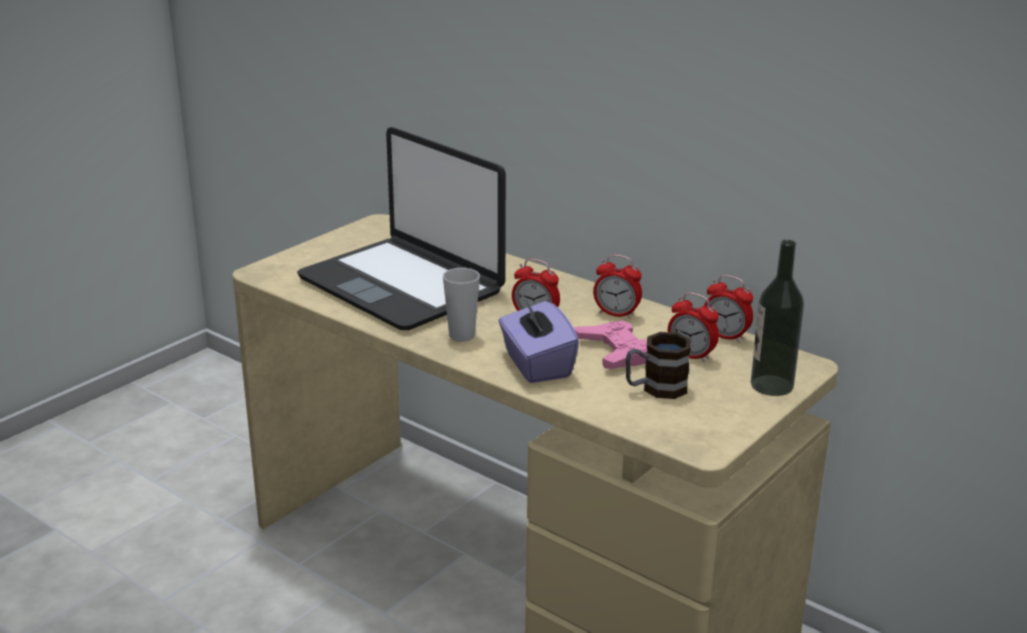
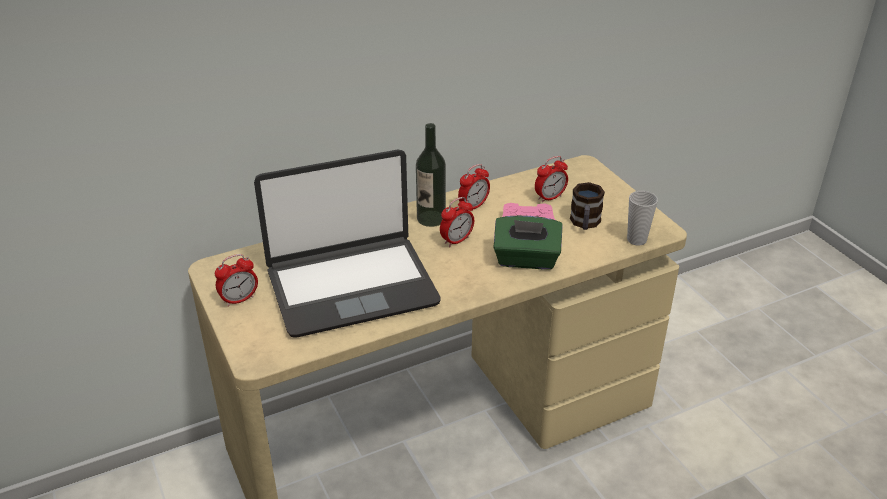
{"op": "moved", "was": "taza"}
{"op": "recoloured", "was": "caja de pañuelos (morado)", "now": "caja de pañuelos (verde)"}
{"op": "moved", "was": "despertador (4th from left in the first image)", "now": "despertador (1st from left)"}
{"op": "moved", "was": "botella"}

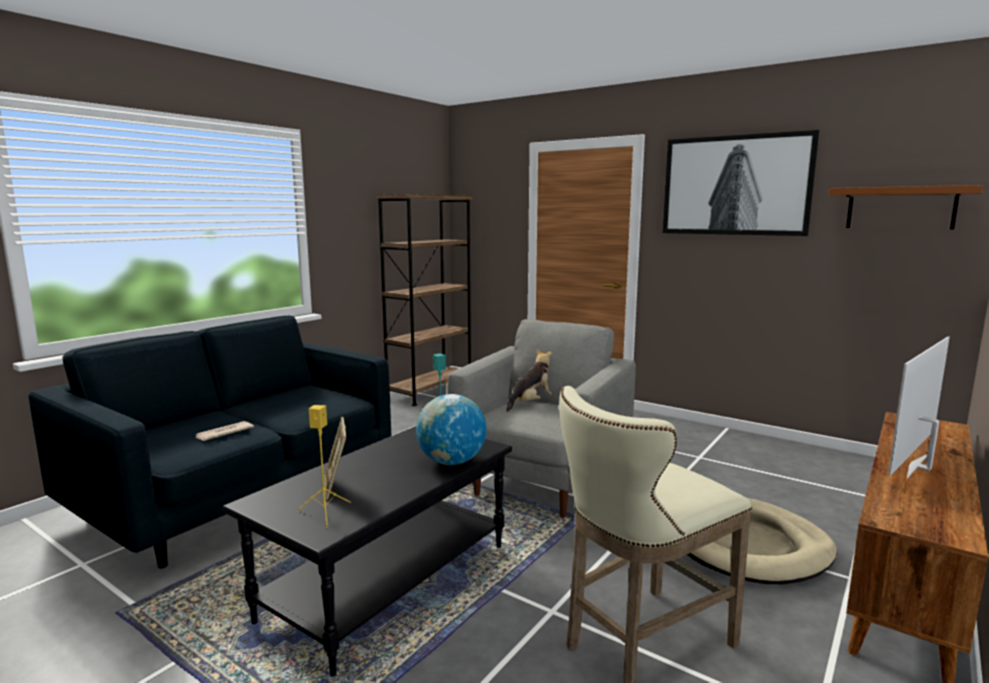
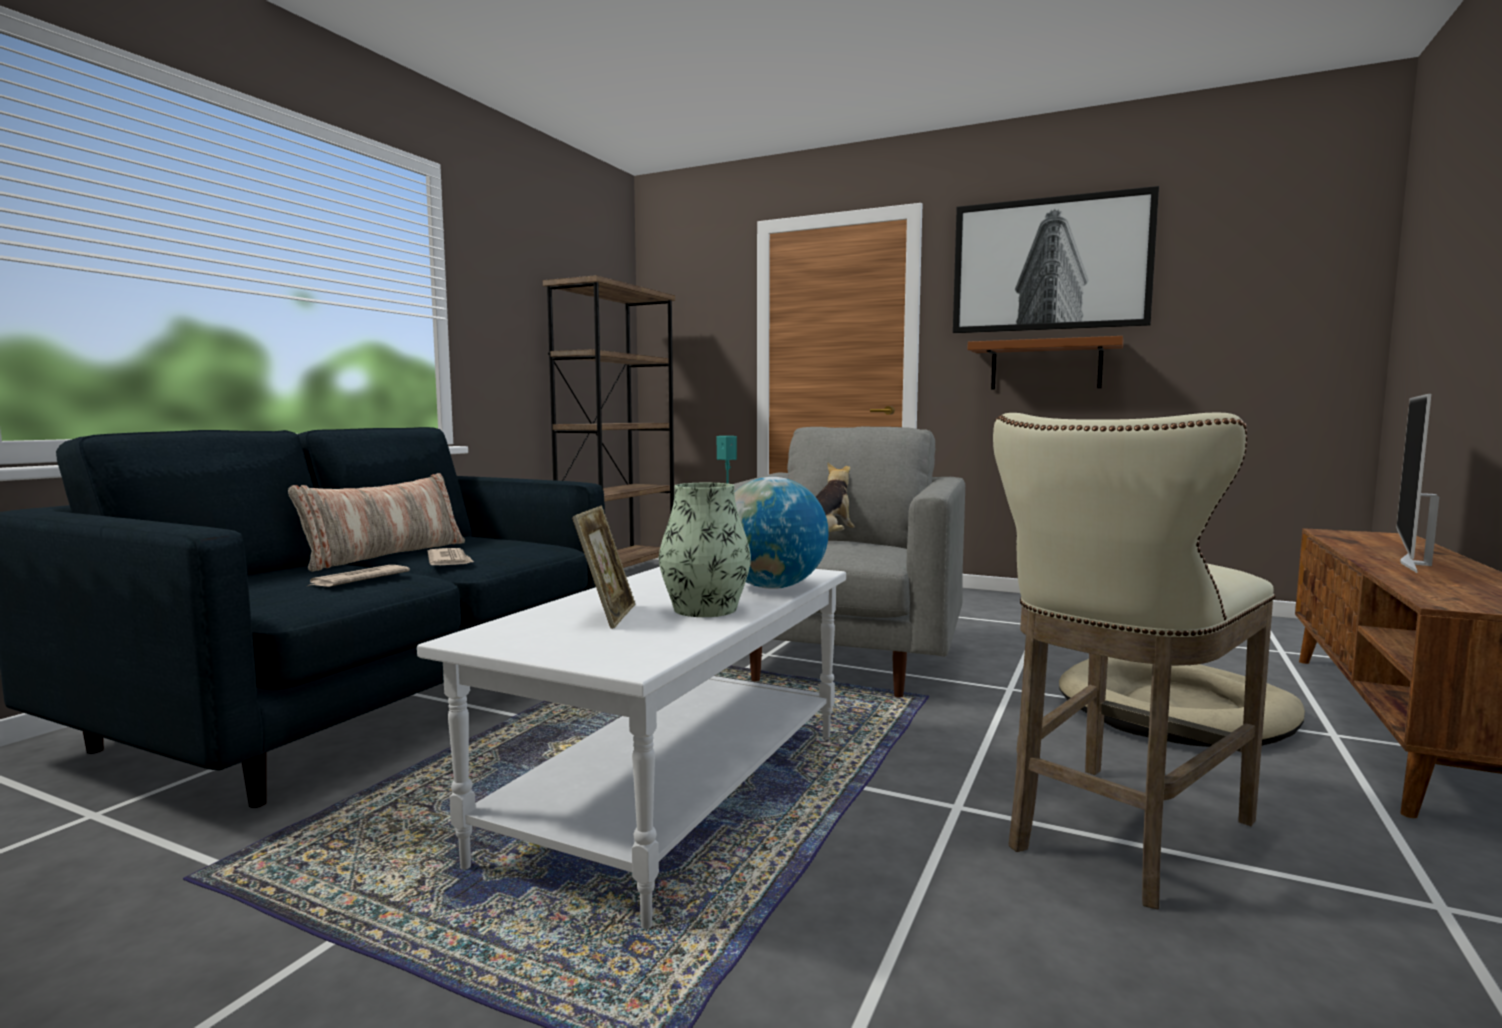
{"op": "recoloured", "was": "mesa de centro (negro)", "now": "mesa de centro (blanco)"}
{"op": "removed", "was": "altavoz (amarillo)"}
{"op": "turned", "was": "portarretratos", "clockwise": -150}
{"op": "moved", "was": "estante (marrón)"}
{"op": "added", "now": "cojín"}
{"op": "added", "now": "periódico (2nd from left)"}
{"op": "added", "now": "florero"}

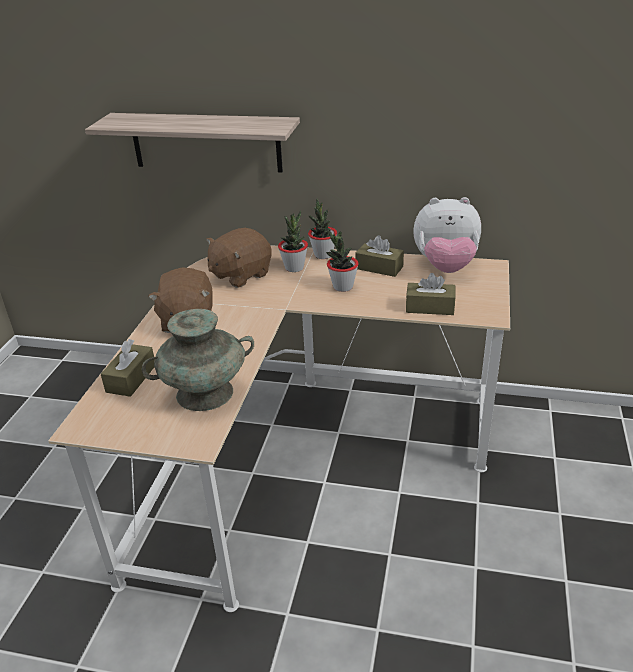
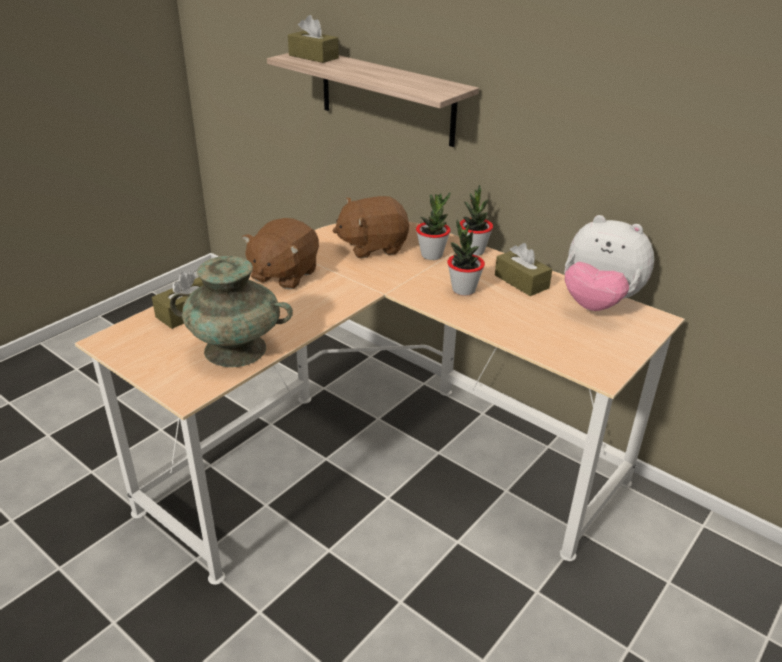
{"op": "moved", "was": "caja de pañuelos (marrón) (3rd from left in the first image)", "now": "caja de pañuelos (marrón) (2nd from left)"}

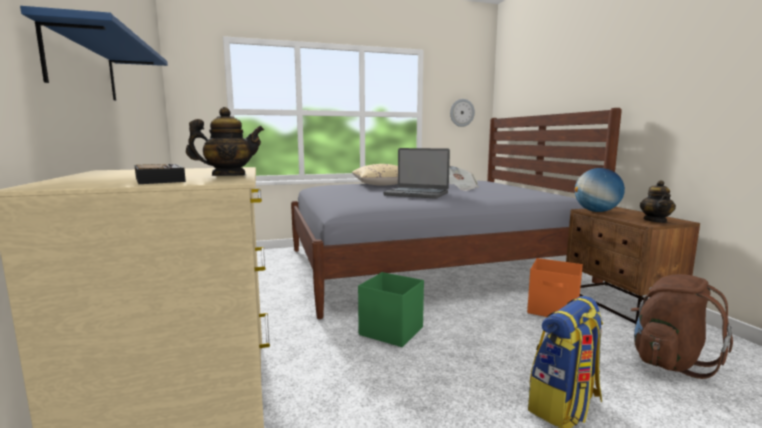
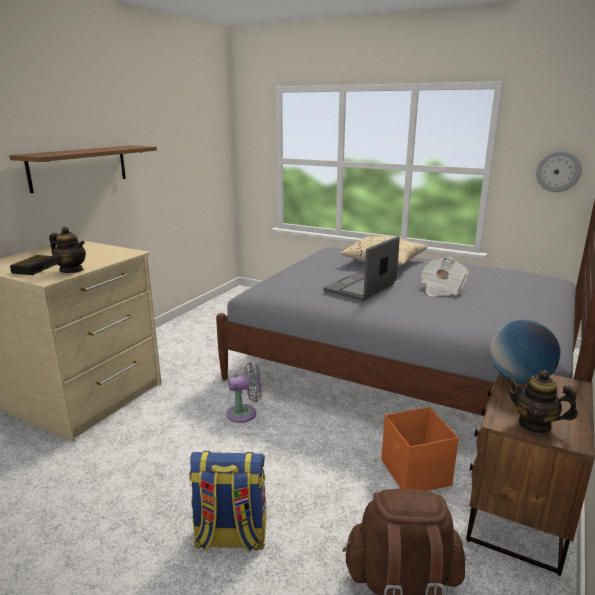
{"op": "recoloured", "was": "estante (azul)", "now": "estante (marrón)"}
{"op": "replaced", "was": "caja de almacenaje (verde)", "now": "ventilador (gris)"}
{"op": "turned", "was": "portátil", "clockwise": 60}
{"op": "turned", "was": "tetera (2nd from left)", "clockwise": 60}

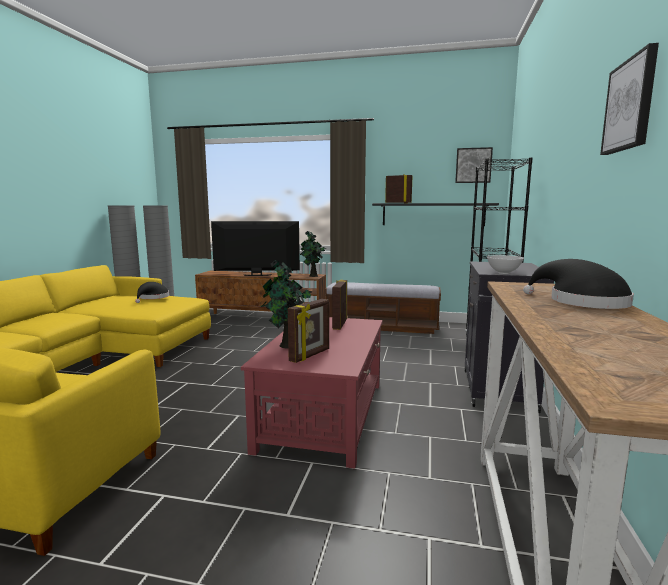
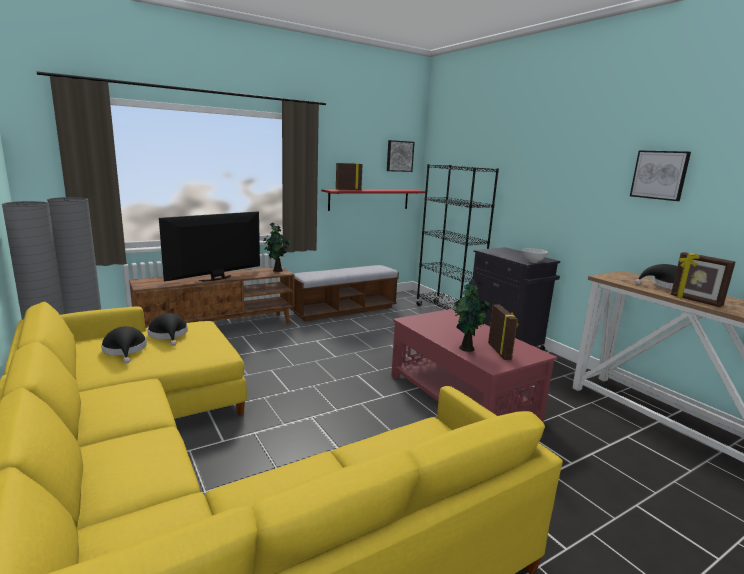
{"op": "moved", "was": "portarretratos (2nd from left in the first image)", "now": "portarretratos (3rd from left)"}
{"op": "recoloured", "was": "estante (negro)", "now": "estante (rojo)"}
{"op": "added", "now": "sombrero (negro) (1st from left)"}

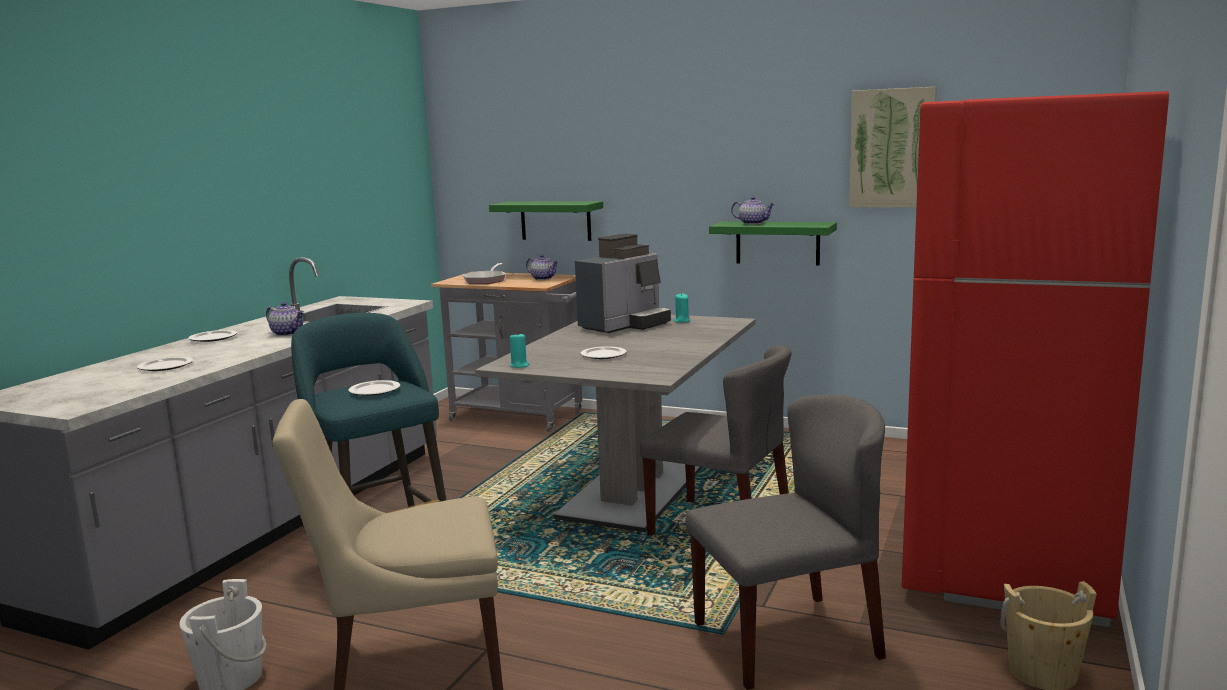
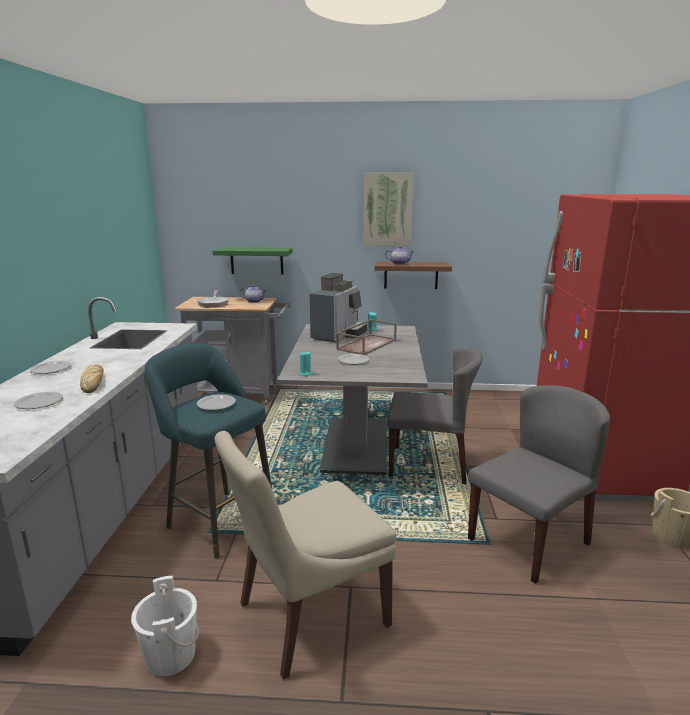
{"op": "removed", "was": "tetera (1st from left)"}
{"op": "recoloured", "was": "estante (verde) (2nd from left)", "now": "estante (marrón)"}
{"op": "moved", "was": "cuadro"}
{"op": "added", "now": "pan"}
{"op": "added", "now": "bandeja (marrón)"}

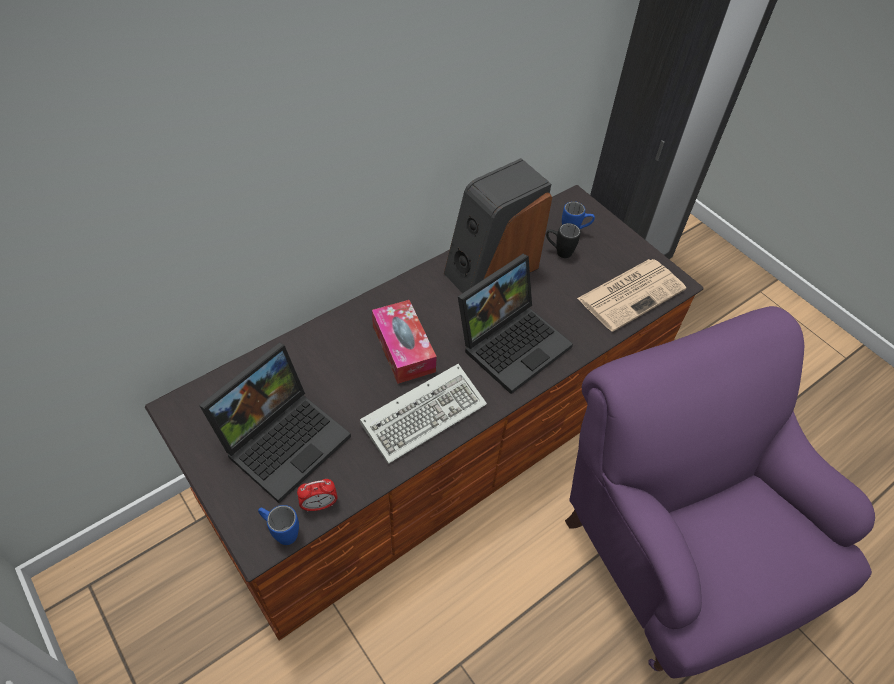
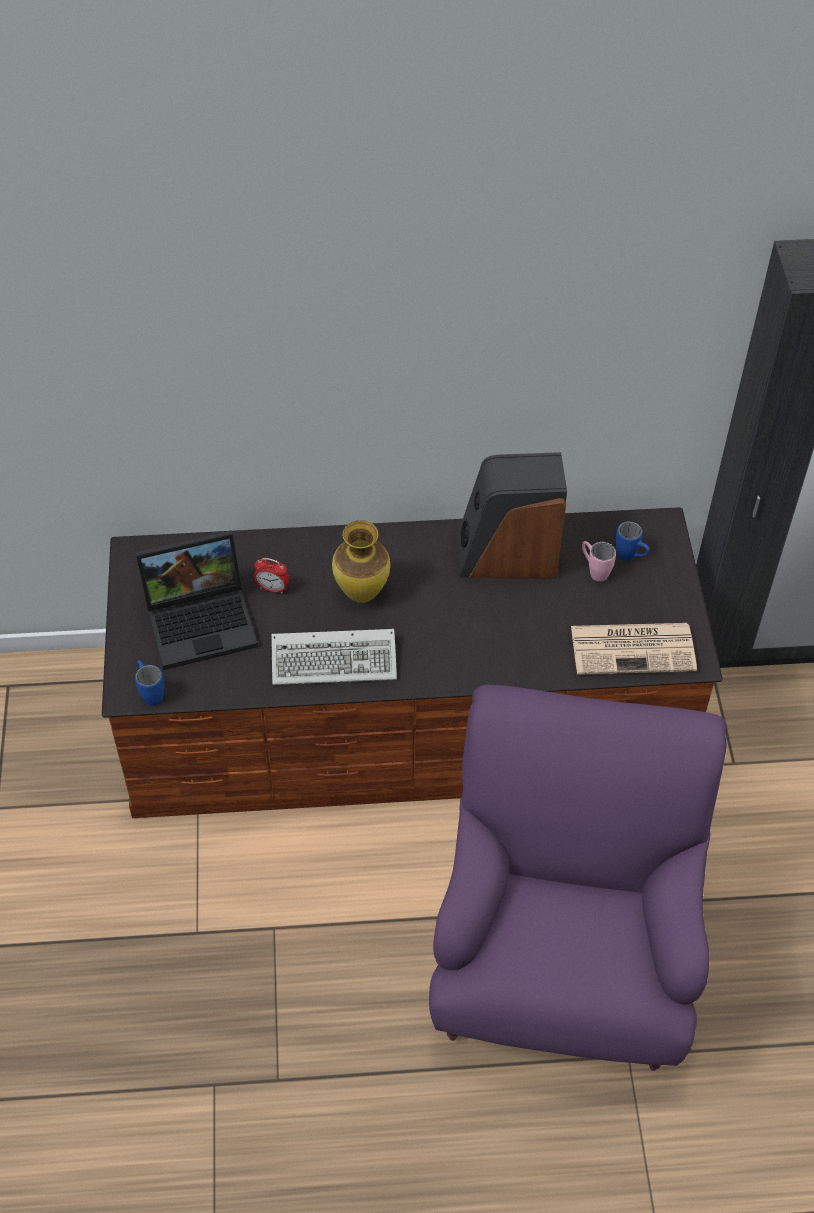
{"op": "moved", "was": "despertador"}
{"op": "replaced", "was": "caja de pañuelos", "now": "florero"}
{"op": "removed", "was": "portátil (2nd from left)"}
{"op": "recoloured", "was": "taza grande (negro)", "now": "taza grande (rosa)"}

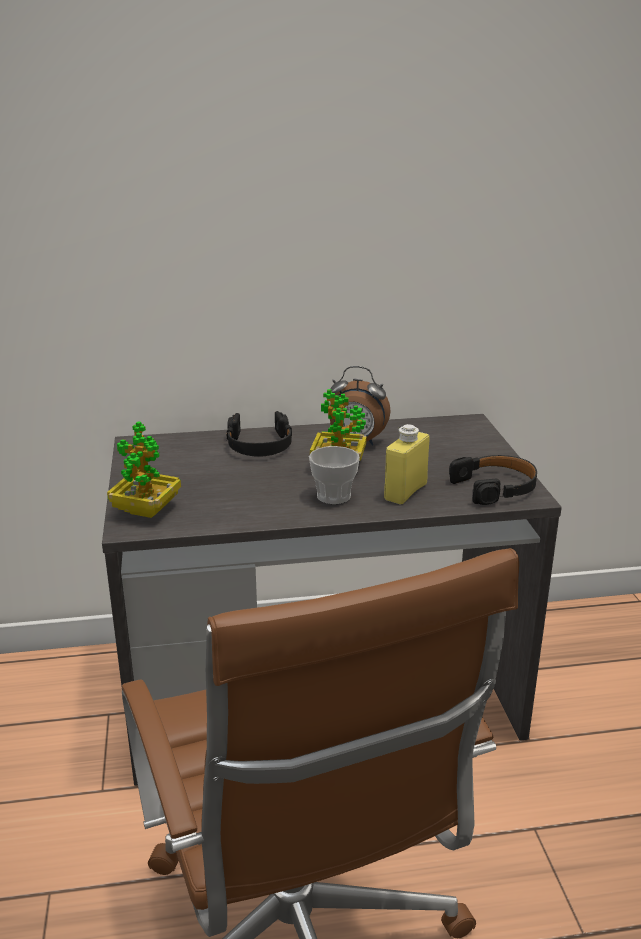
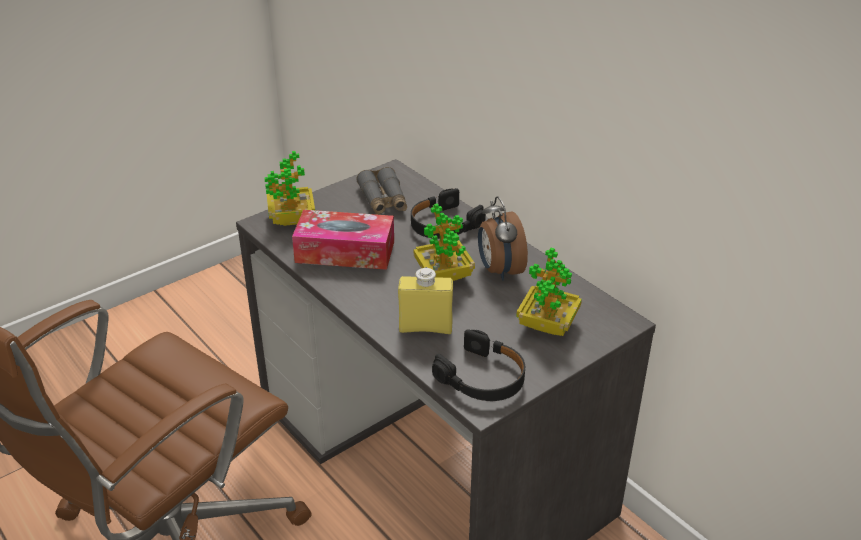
{"op": "removed", "was": "taza"}
{"op": "added", "now": "caja de pañuelos"}
{"op": "added", "now": "prismáticos (gris)"}
{"op": "added", "now": "planta en maceta (3rd from left)"}

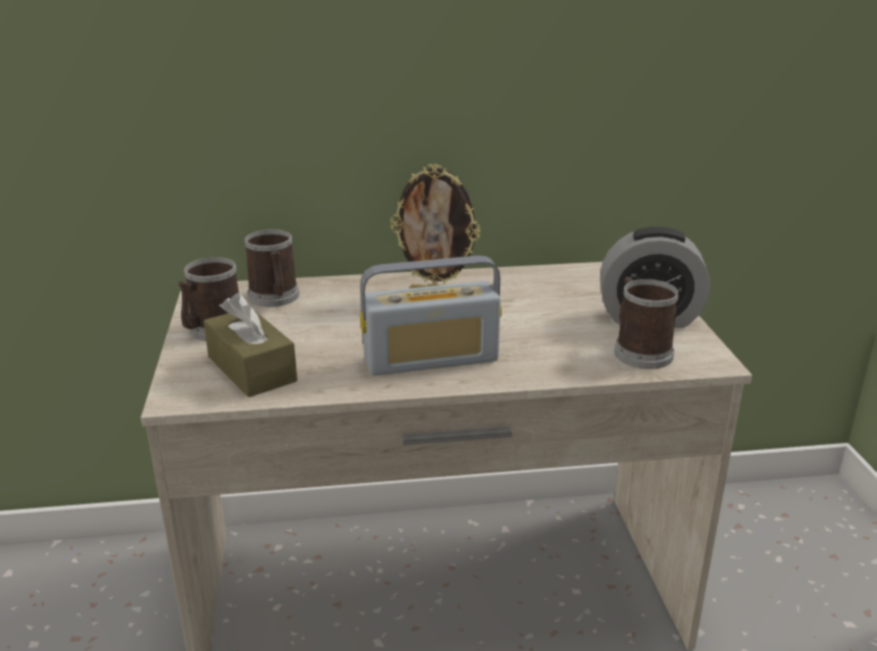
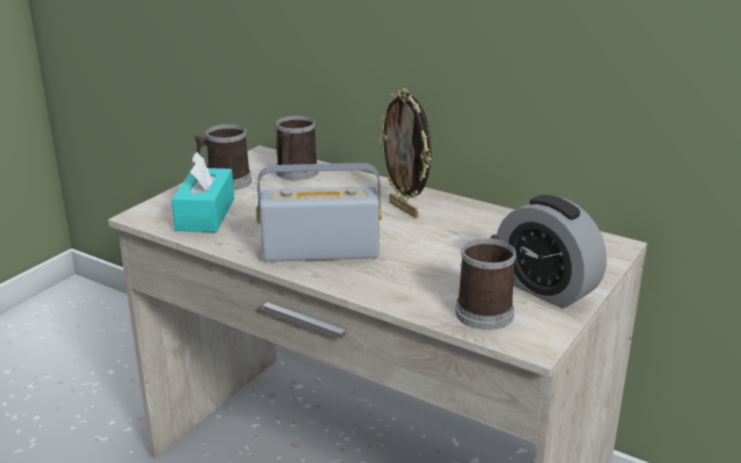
{"op": "recoloured", "was": "caja de pañuelos (marrón)", "now": "caja de pañuelos (turquesa)"}
{"op": "turned", "was": "radio", "clockwise": 150}

